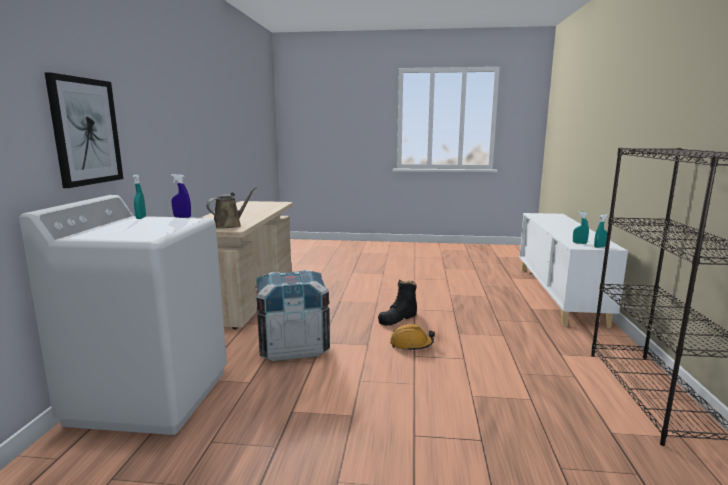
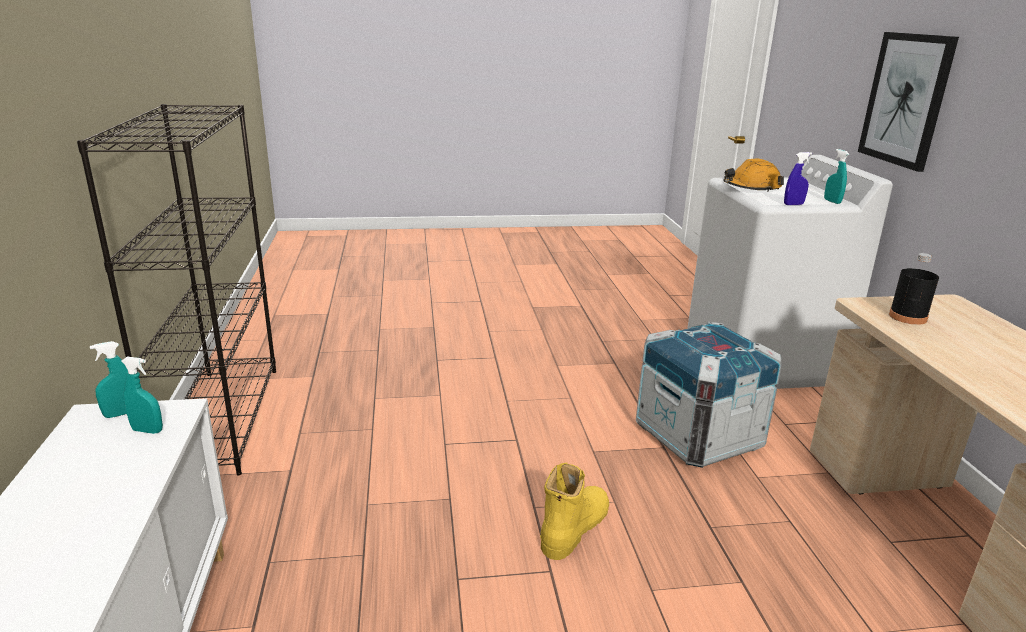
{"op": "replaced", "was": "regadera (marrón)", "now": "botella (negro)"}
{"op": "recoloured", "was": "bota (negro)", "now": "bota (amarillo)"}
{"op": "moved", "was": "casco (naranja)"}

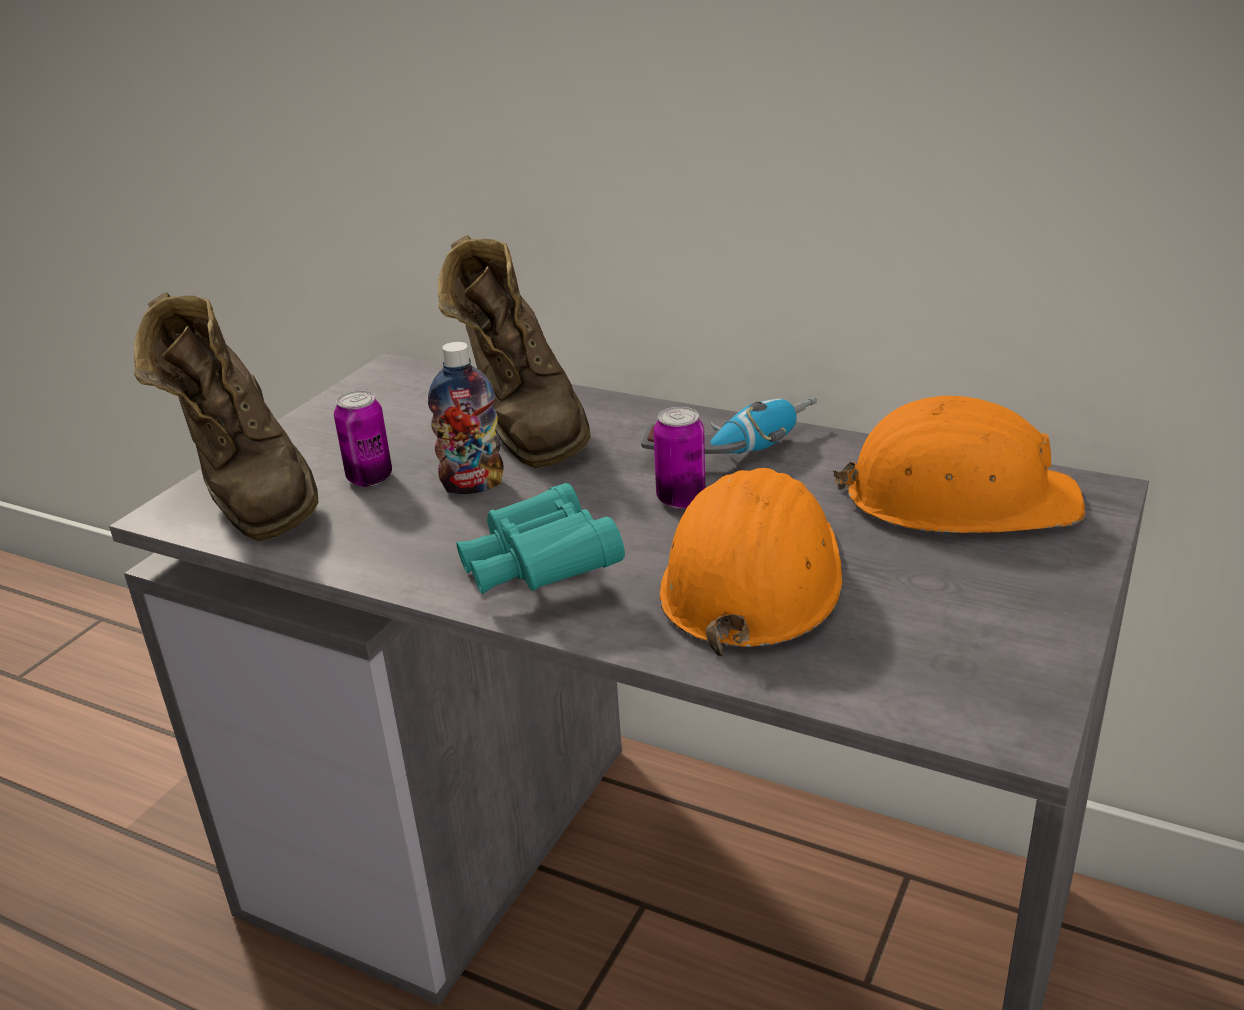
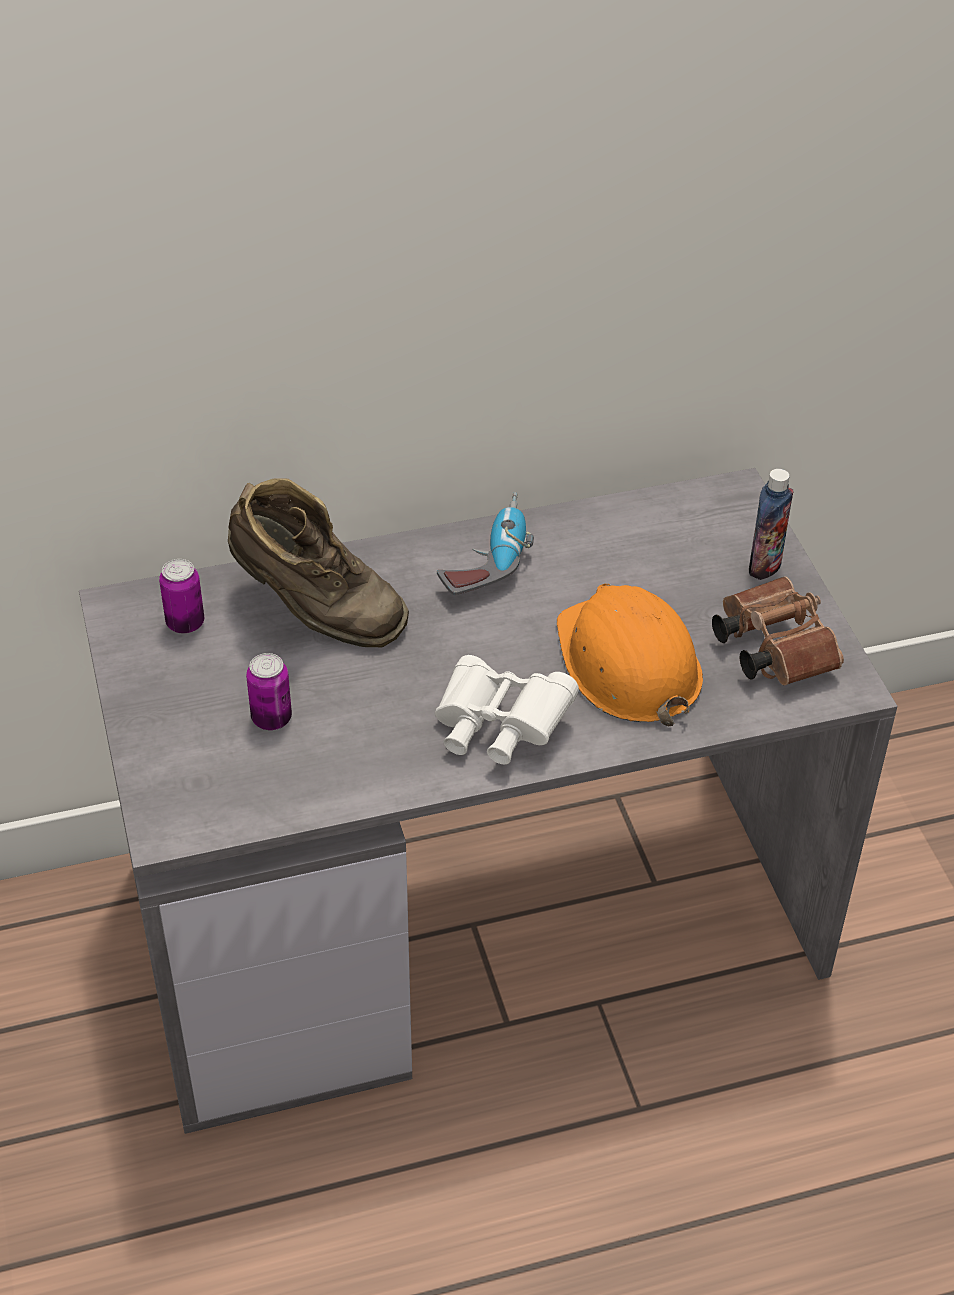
{"op": "removed", "was": "bota (marrón) (1st from left)"}
{"op": "moved", "was": "botella"}
{"op": "recoloured", "was": "prismáticos (turquesa)", "now": "prismáticos (blanco)"}
{"op": "moved", "was": "lata (2nd from left in the first image)", "now": "lata (1st from left)"}
{"op": "removed", "was": "casco (naranja) (2nd from left)"}
{"op": "added", "now": "prismáticos (marrón)"}

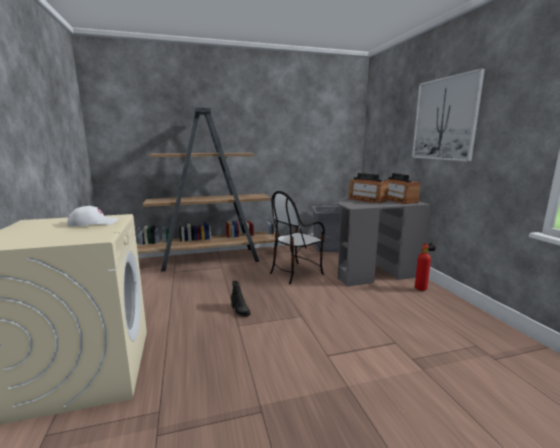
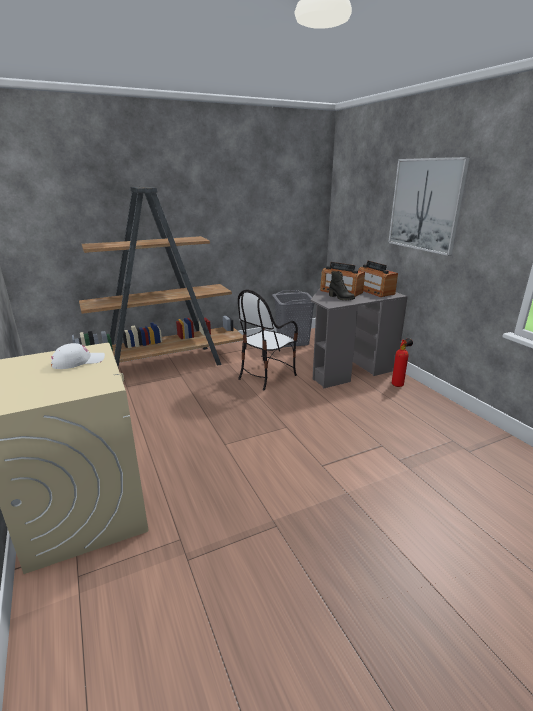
{"op": "moved", "was": "bota (negro)"}

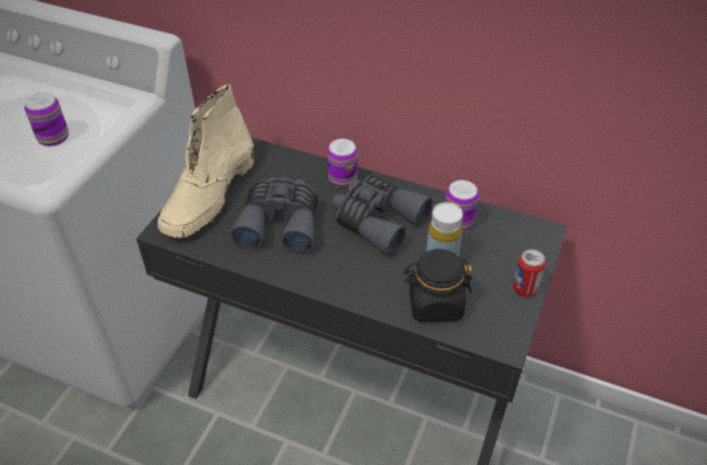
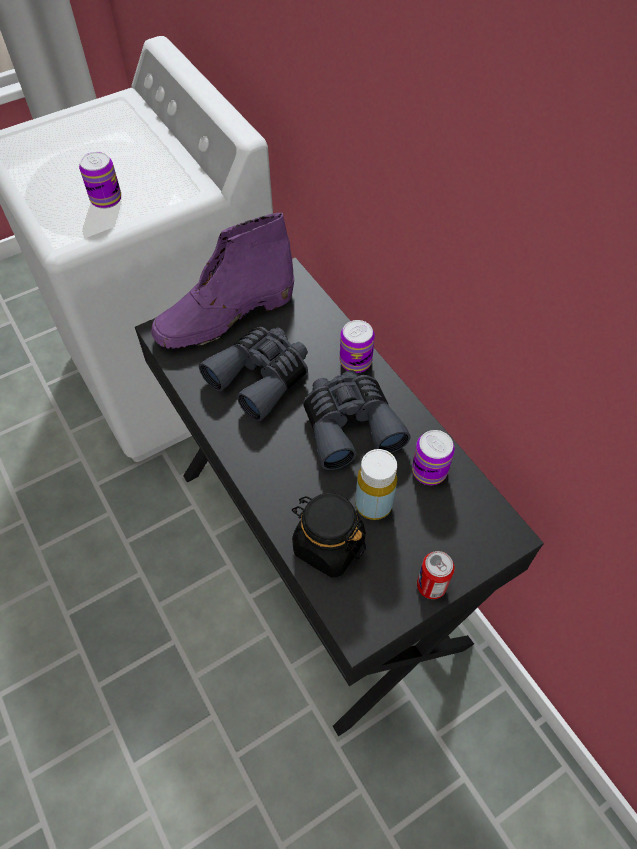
{"op": "recoloured", "was": "bota (beis)", "now": "bota (morado)"}

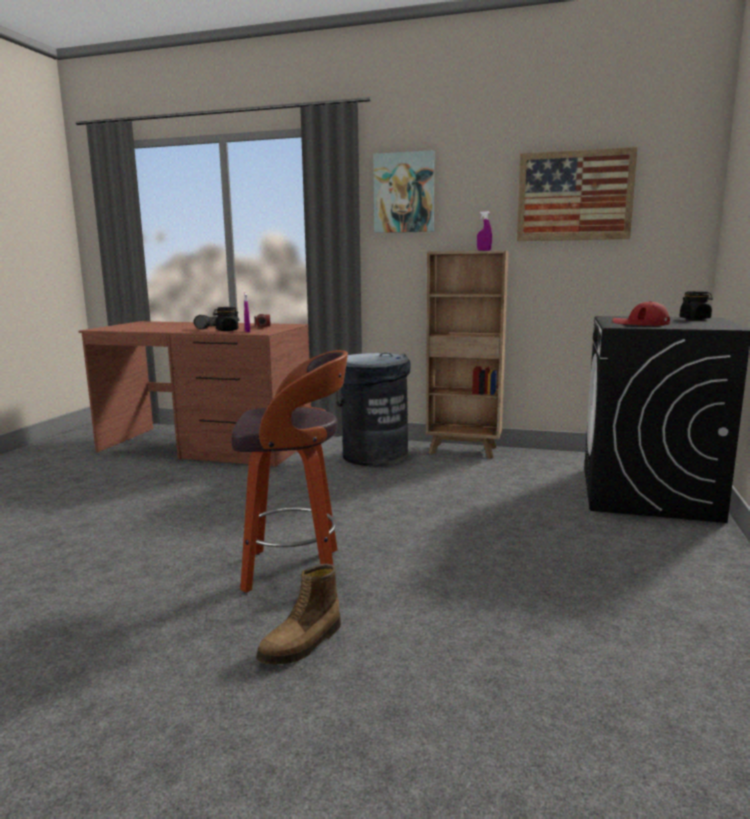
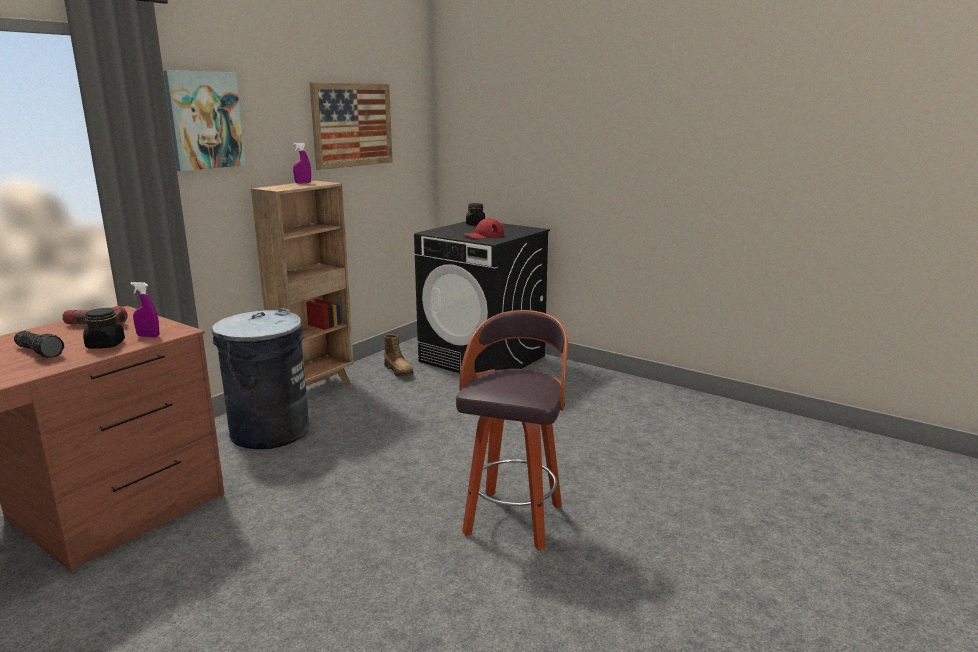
{"op": "moved", "was": "bota"}

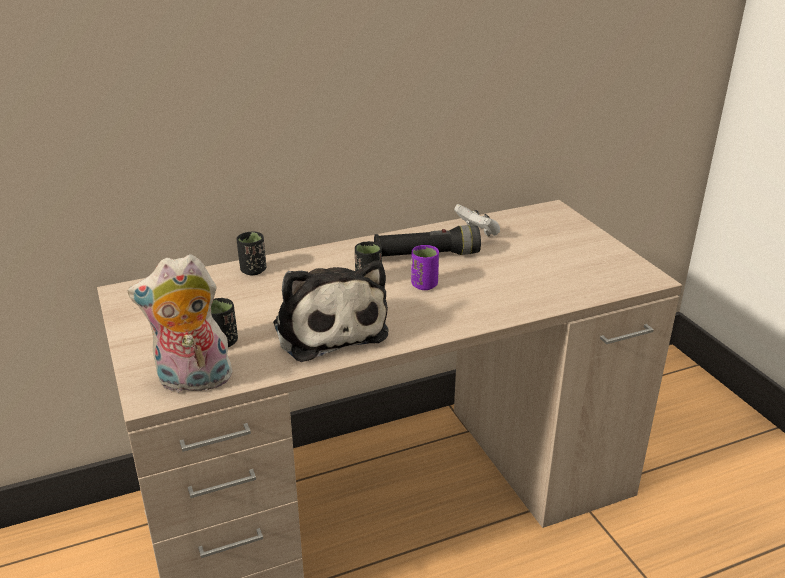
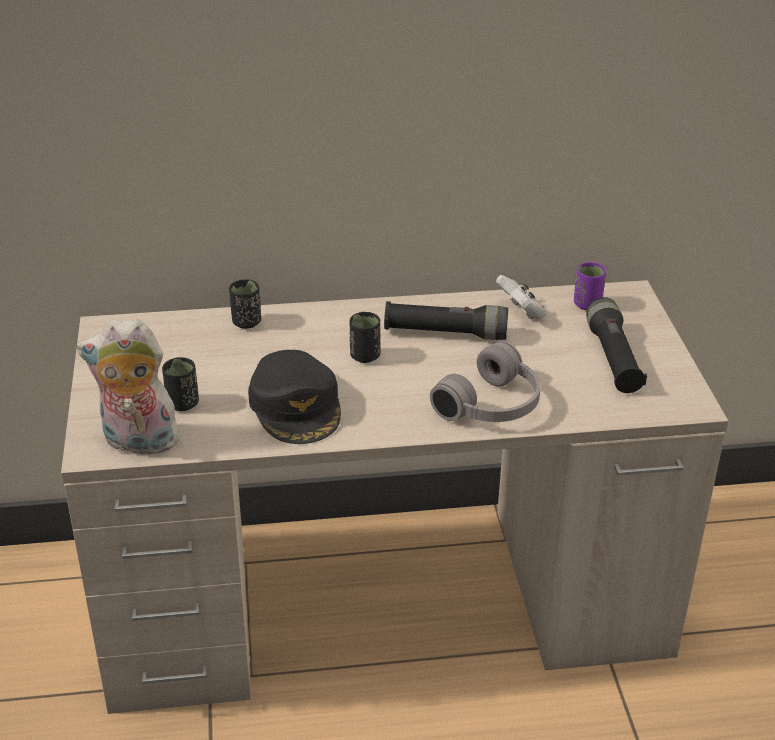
{"op": "replaced", "was": "peluche (2nd from left)", "now": "gorra (negro)"}
{"op": "moved", "was": "taza (morado)"}
{"op": "added", "now": "auriculares (gris)"}
{"op": "added", "now": "linterna (negro) (2nd from left)"}

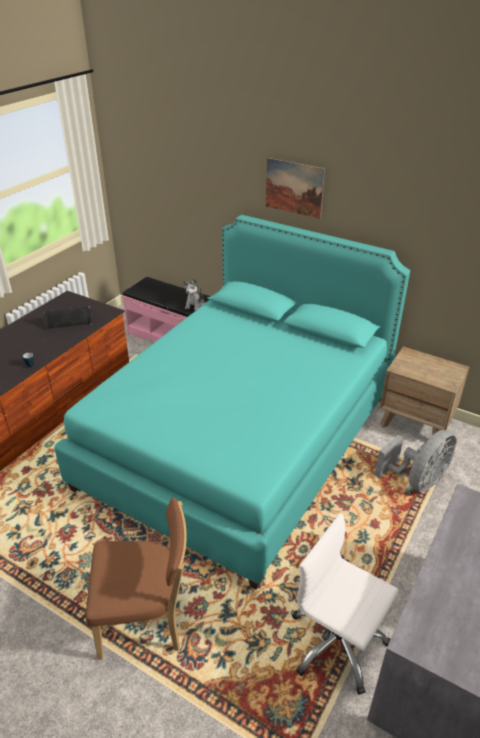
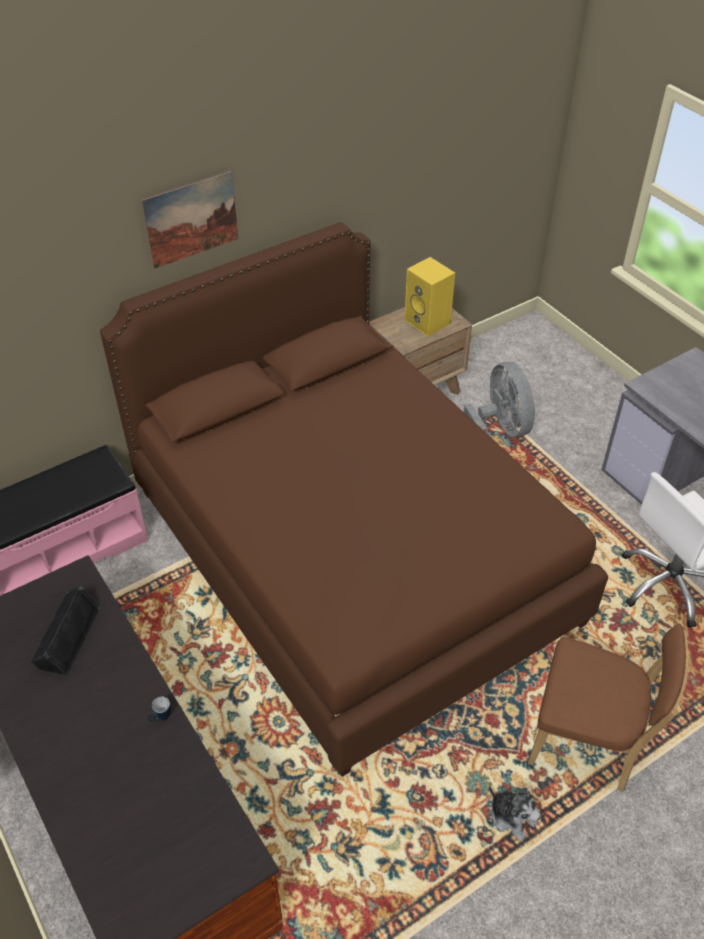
{"op": "recoloured", "was": "cama (turquesa)", "now": "cama (marrón)"}
{"op": "turned", "was": "silla (marrón)", "clockwise": 90}
{"op": "moved", "was": "peluche"}
{"op": "added", "now": "altavoz (amarillo)"}

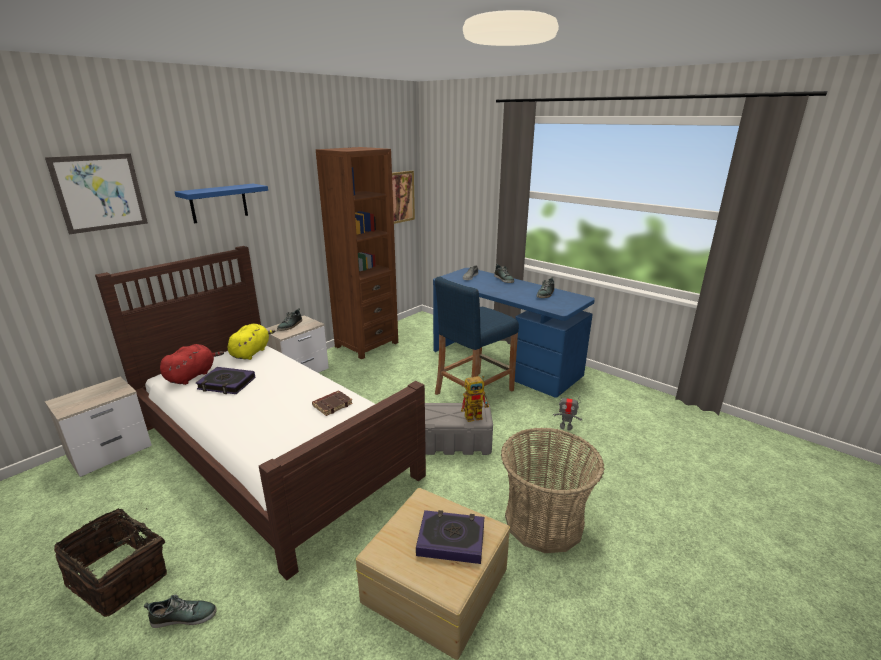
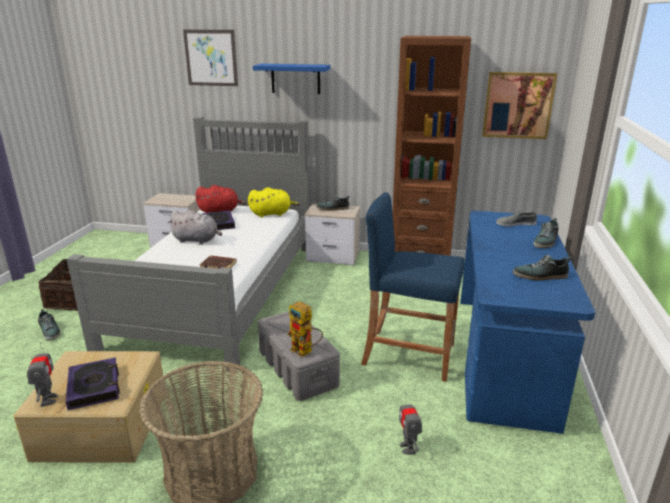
{"op": "recoloured", "was": "cama (marrón)", "now": "cama (gris)"}
{"op": "added", "now": "robot de juguete (1st from left)"}
{"op": "added", "now": "peluche (gris)"}

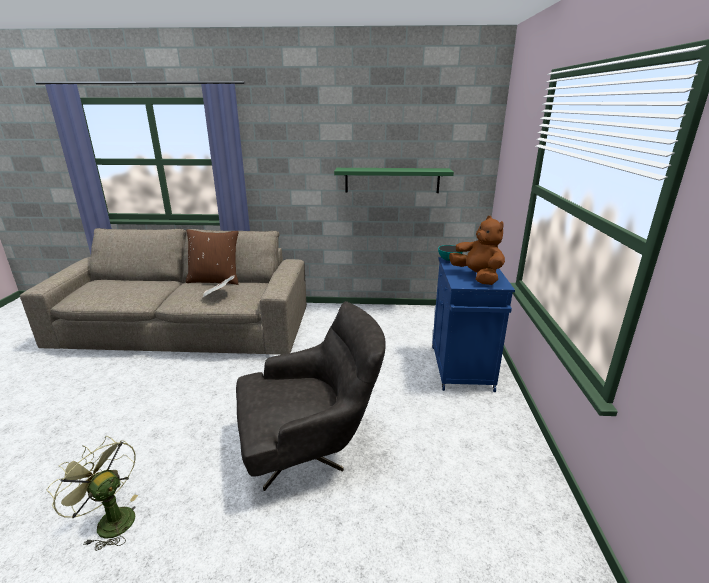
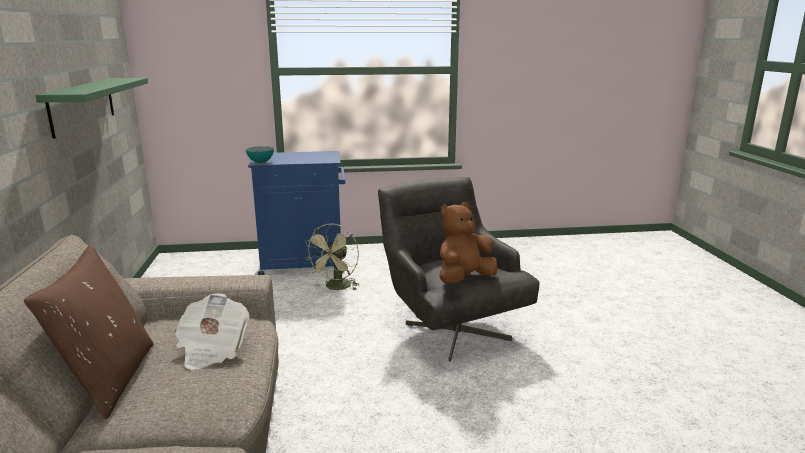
{"op": "moved", "was": "ventilador (verde)"}
{"op": "moved", "was": "peluche (marrón)"}

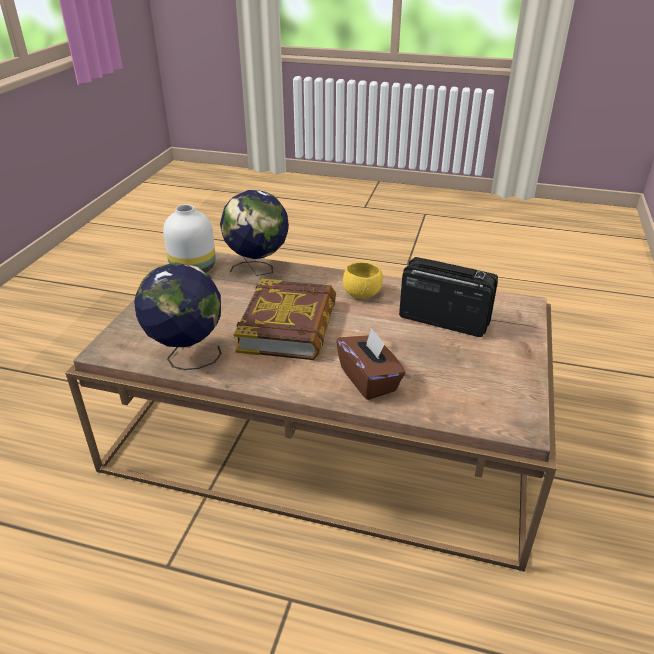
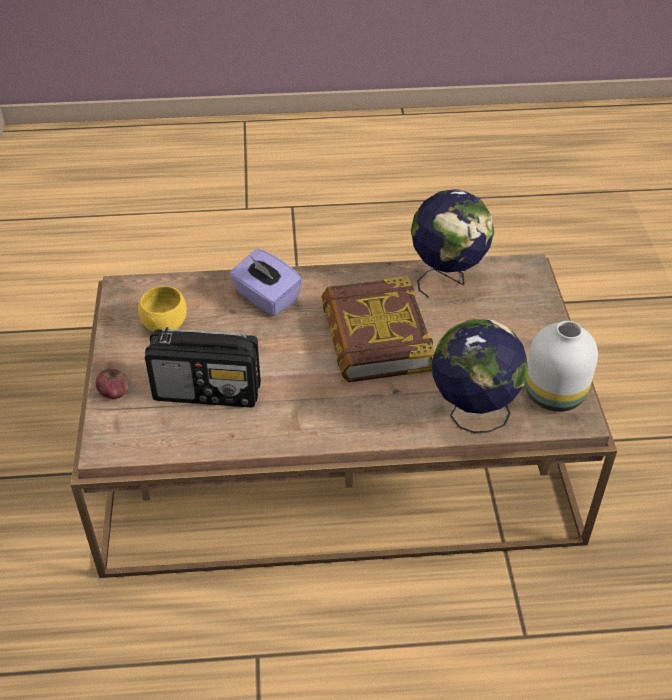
{"op": "recoloured", "was": "caja de pañuelos (marrón)", "now": "caja de pañuelos (morado)"}
{"op": "moved", "was": "cuenco (amarillo)"}
{"op": "added", "now": "manzana"}

